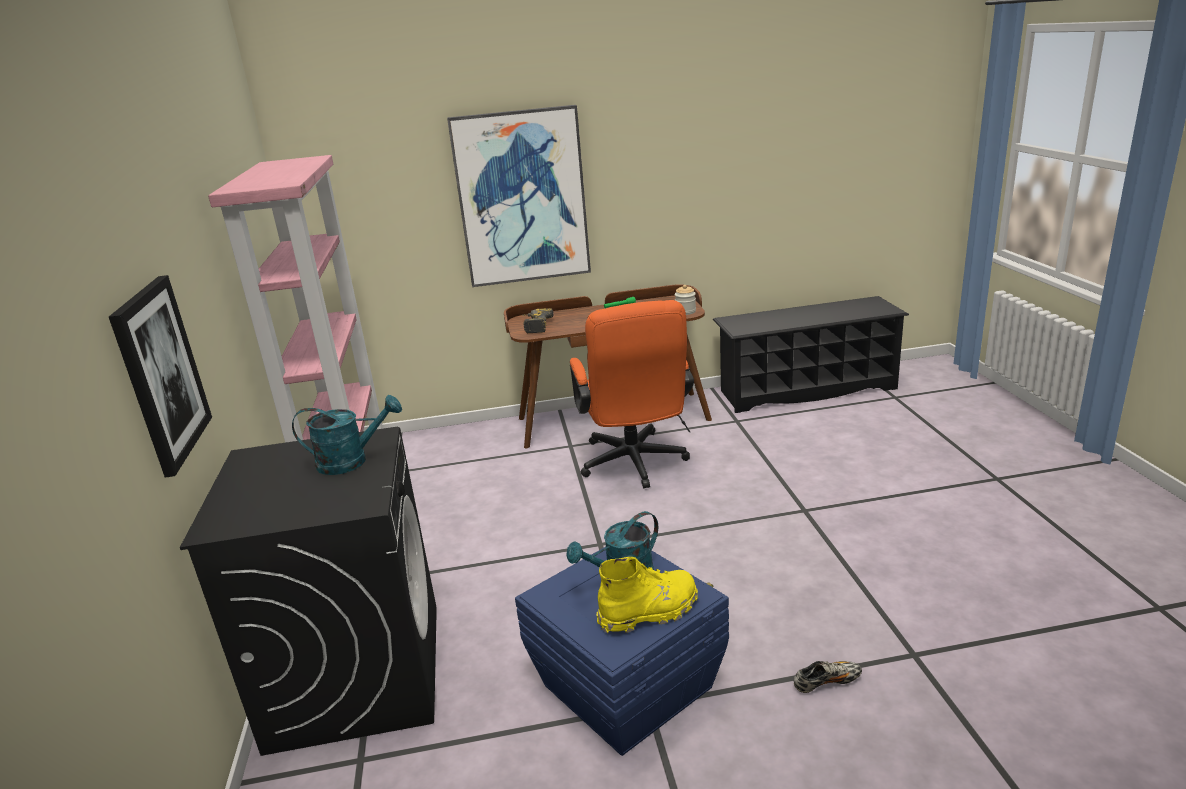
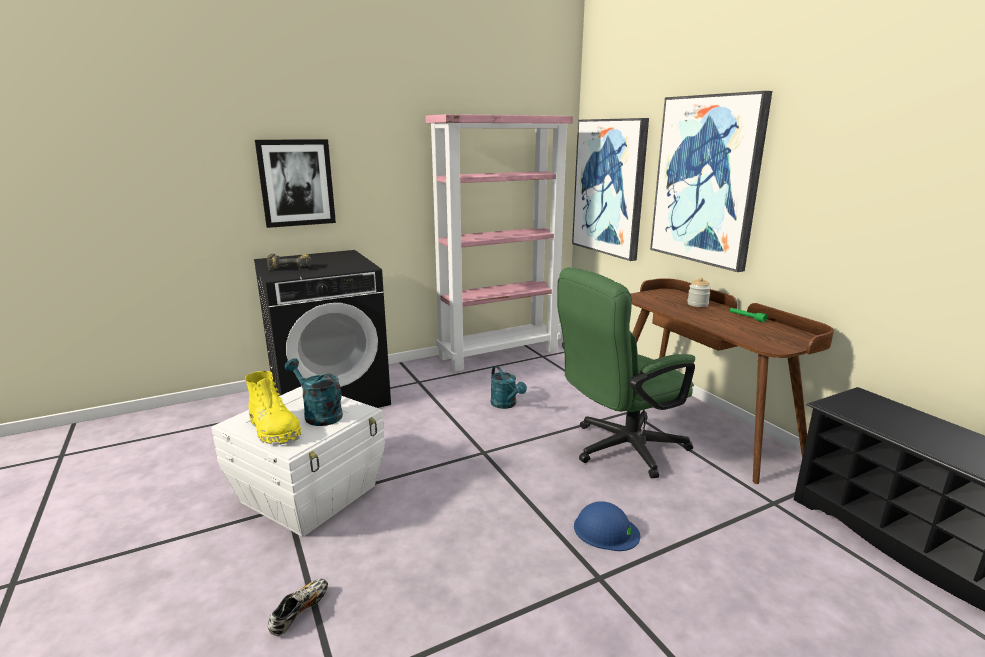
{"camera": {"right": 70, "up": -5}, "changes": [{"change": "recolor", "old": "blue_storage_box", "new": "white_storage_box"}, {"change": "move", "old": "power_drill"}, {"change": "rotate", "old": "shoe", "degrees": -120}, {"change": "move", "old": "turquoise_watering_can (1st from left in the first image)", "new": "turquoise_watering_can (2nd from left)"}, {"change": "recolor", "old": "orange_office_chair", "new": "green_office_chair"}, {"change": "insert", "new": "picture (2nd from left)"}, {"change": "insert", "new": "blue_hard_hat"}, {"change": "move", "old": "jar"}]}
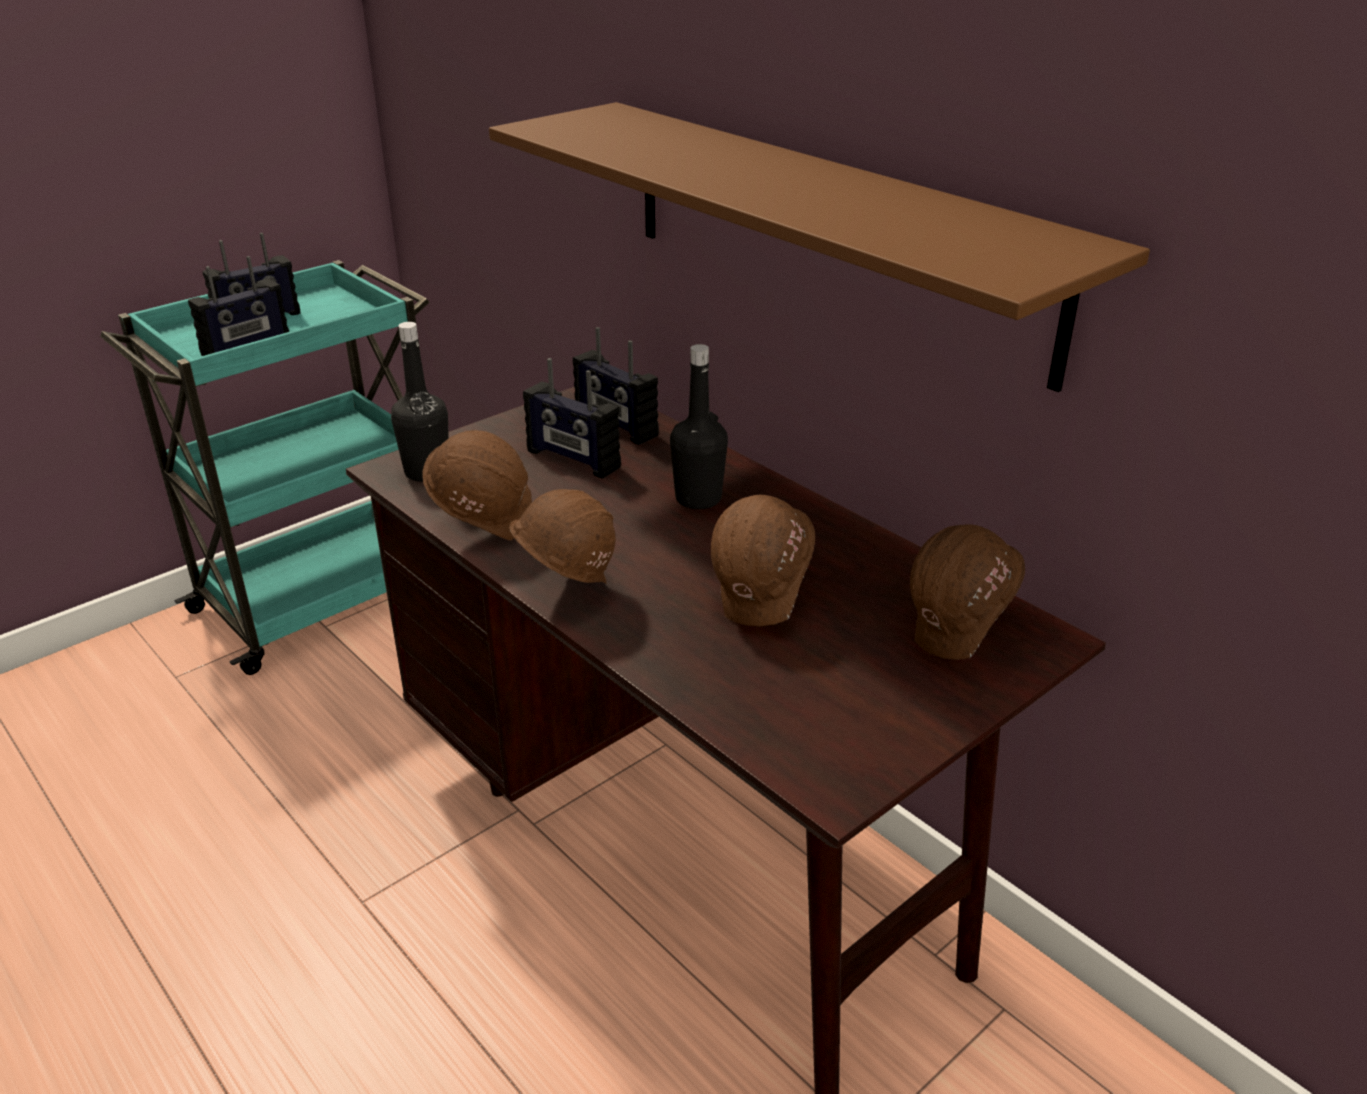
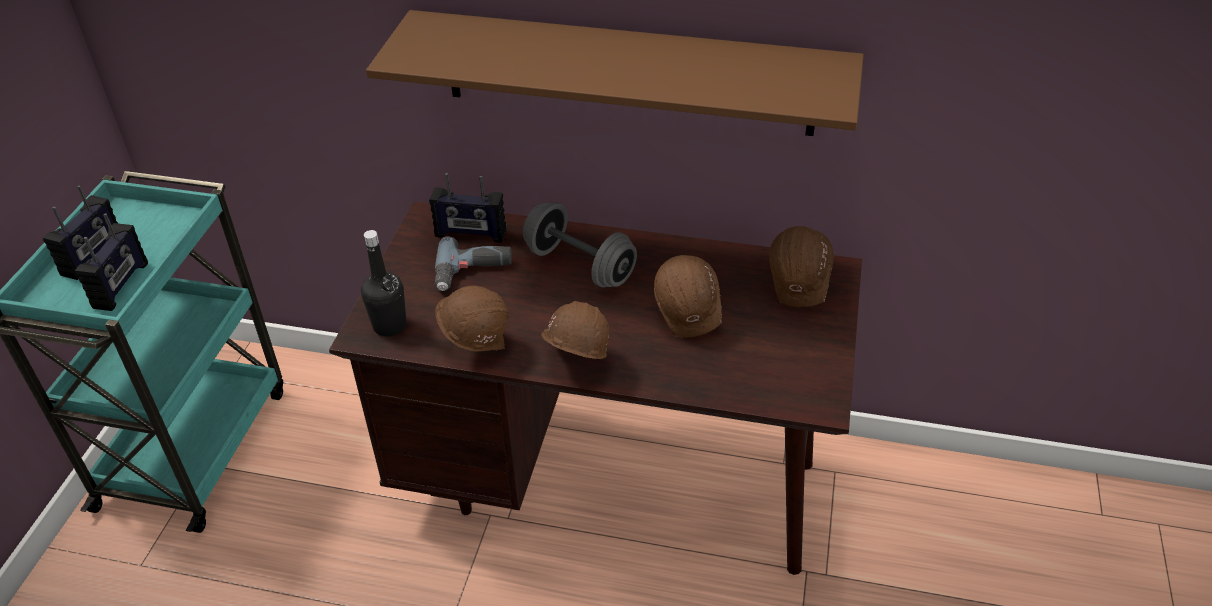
{"camera": {"right": -35, "up": 10}, "changes": [{"change": "replace", "old": "radio (3rd from left)", "new": "power_drill"}, {"change": "replace", "old": "black_bottle (2nd from left)", "new": "grey_dumbbell"}]}
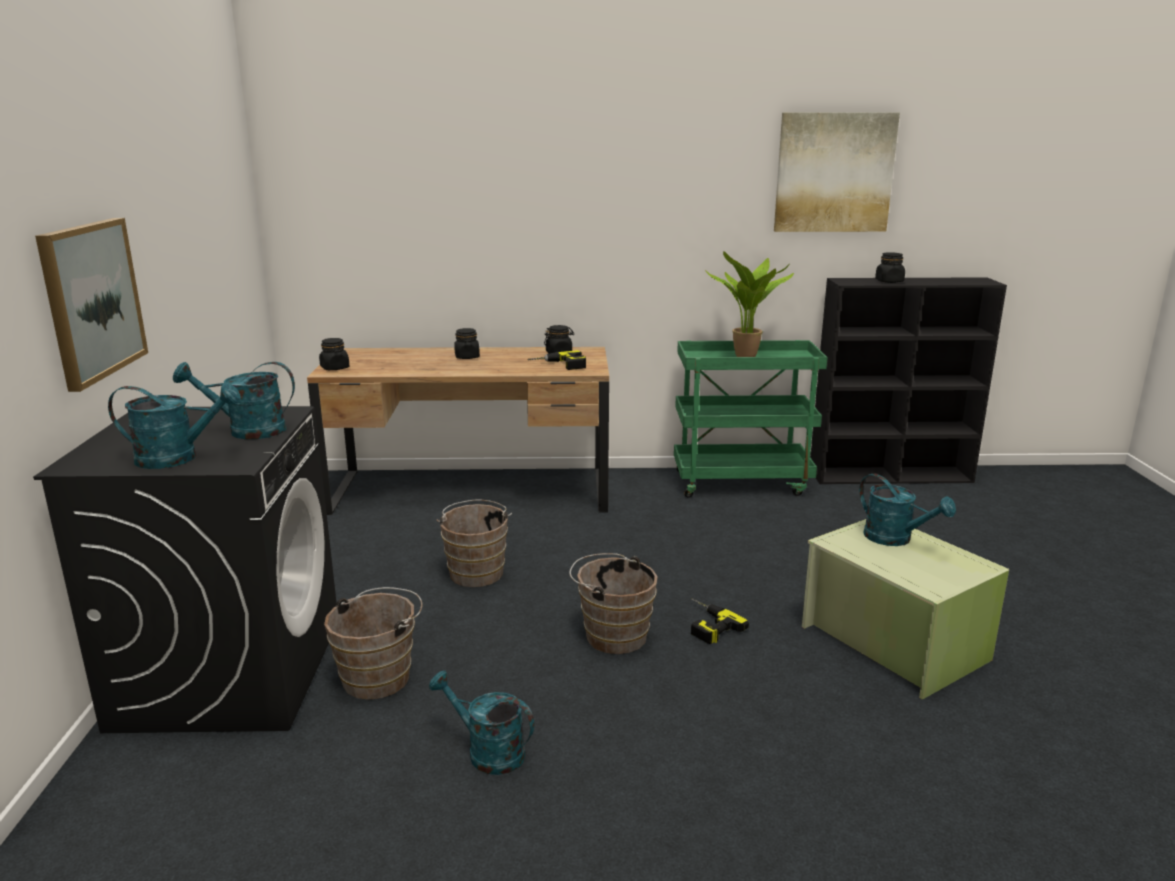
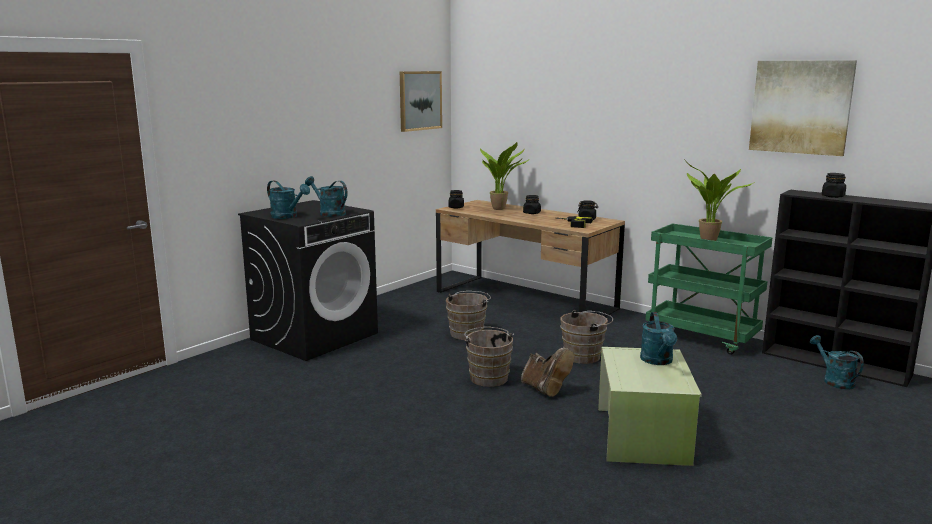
{"camera": {"right": 40, "up": -5}, "changes": [{"change": "move", "old": "picture (1st from left)"}, {"change": "insert", "new": "potted_plant (1st from left)"}, {"change": "replace", "old": "power_drill (2nd from left)", "new": "brown_boot"}, {"change": "move", "old": "brown_bucket (1st from left in the first image)", "new": "brown_bucket (3rd from left)"}, {"change": "move", "old": "turquoise_watering_can (3rd from left in the first image)", "new": "turquoise_watering_can (4th from left)"}]}
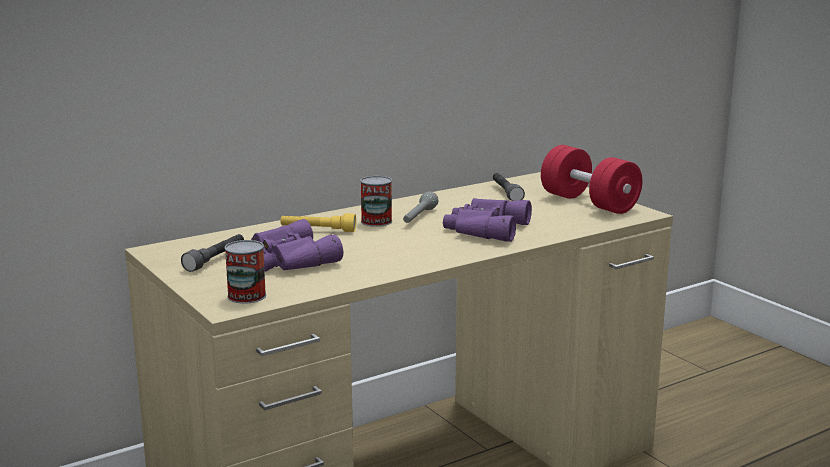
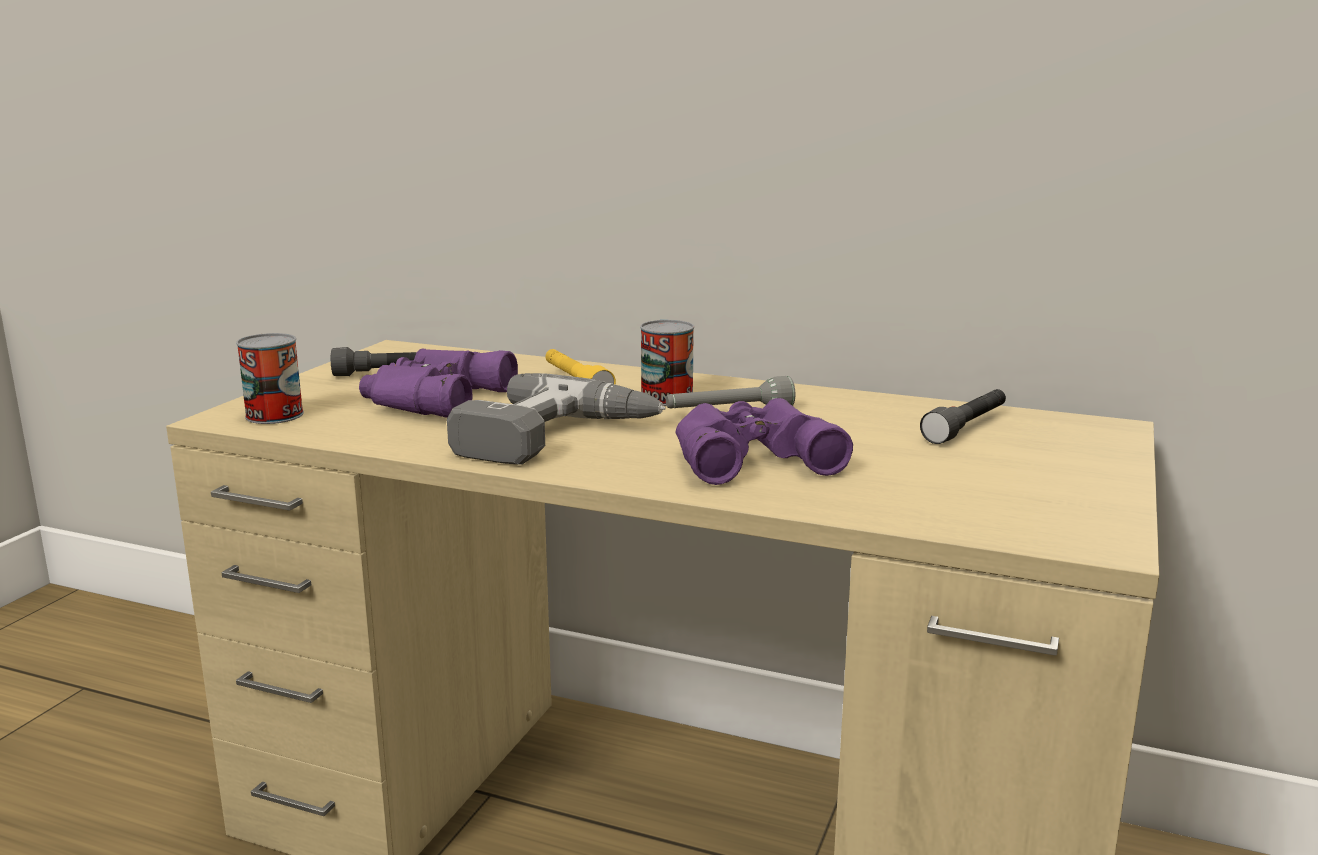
{"camera": {"right": 55, "up": 0}, "changes": [{"change": "insert", "new": "power_drill"}, {"change": "delete", "old": "red_dumbbell"}]}
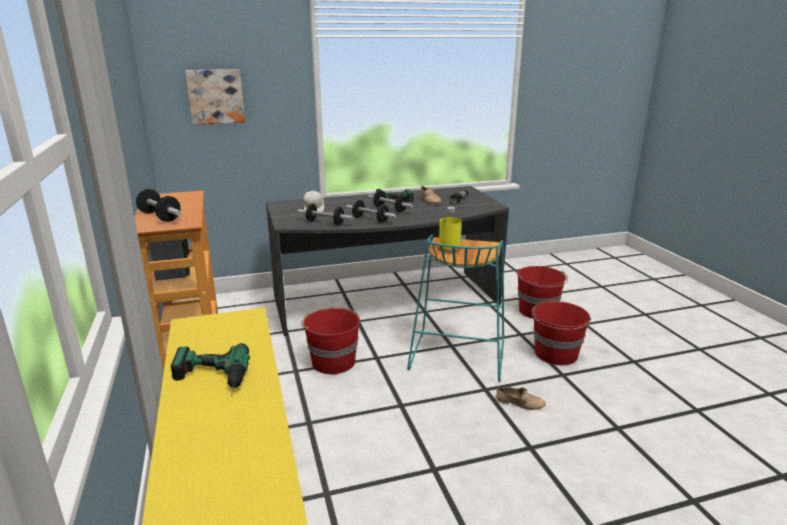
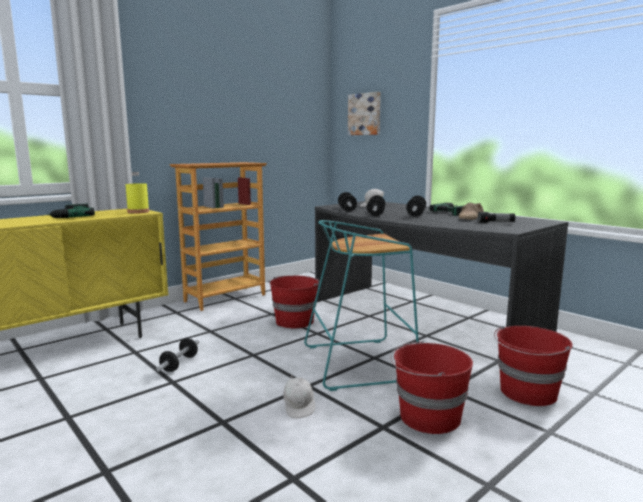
{"camera": {"right": 65, "up": -10}, "changes": [{"change": "move", "old": "yellow_bottle"}, {"change": "move", "old": "dumbbell (1st from left)"}, {"change": "replace", "old": "beige_shoe (2nd from left)", "new": "white_cap (1st from left)"}]}
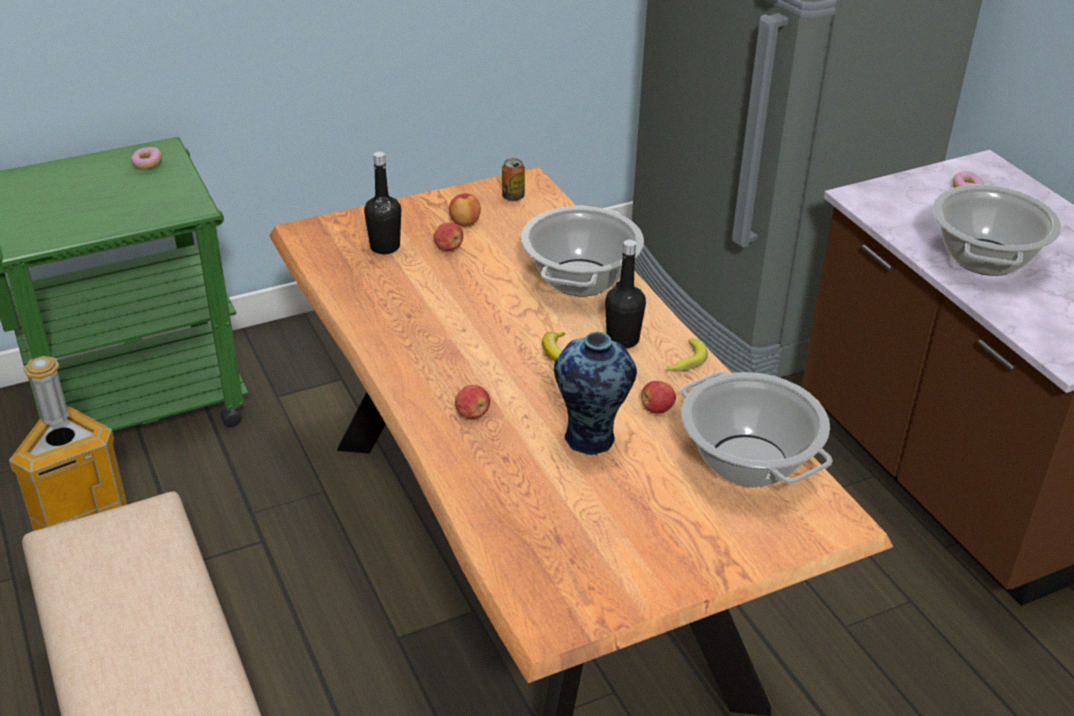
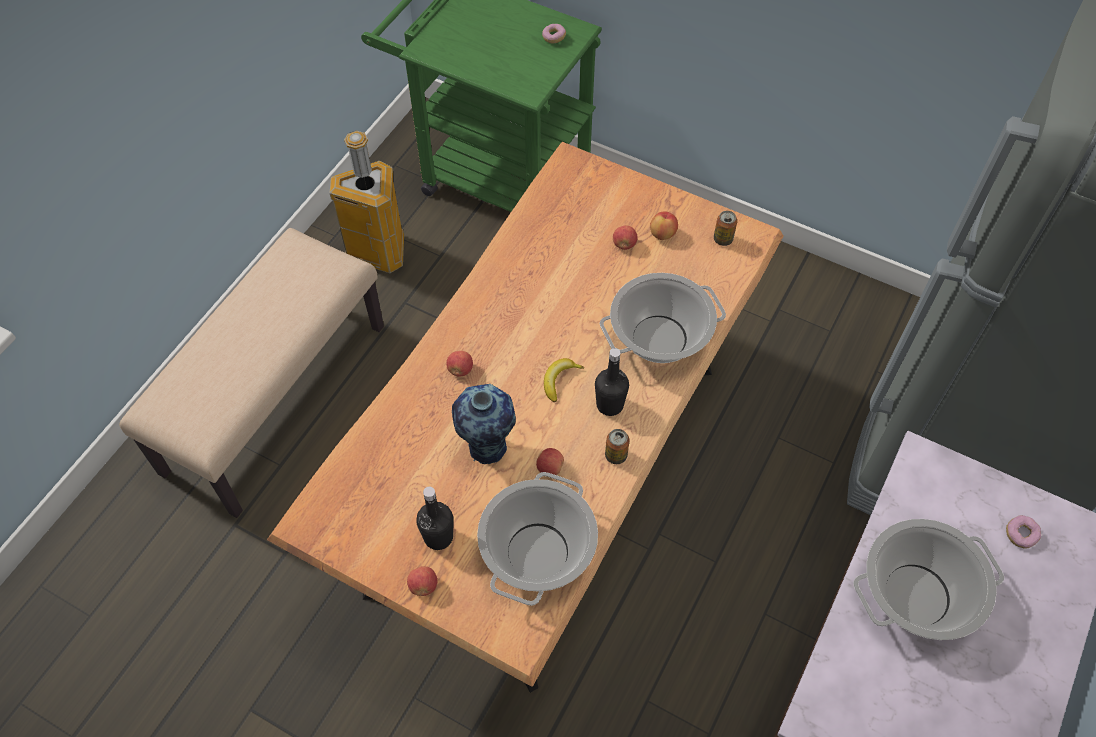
{"camera": {"right": 55, "up": 20}, "changes": [{"change": "insert", "new": "apple (1st from left)"}, {"change": "move", "old": "black_bottle (1st from left)"}, {"change": "replace", "old": "banana (2nd from left)", "new": "can (1st from left)"}]}
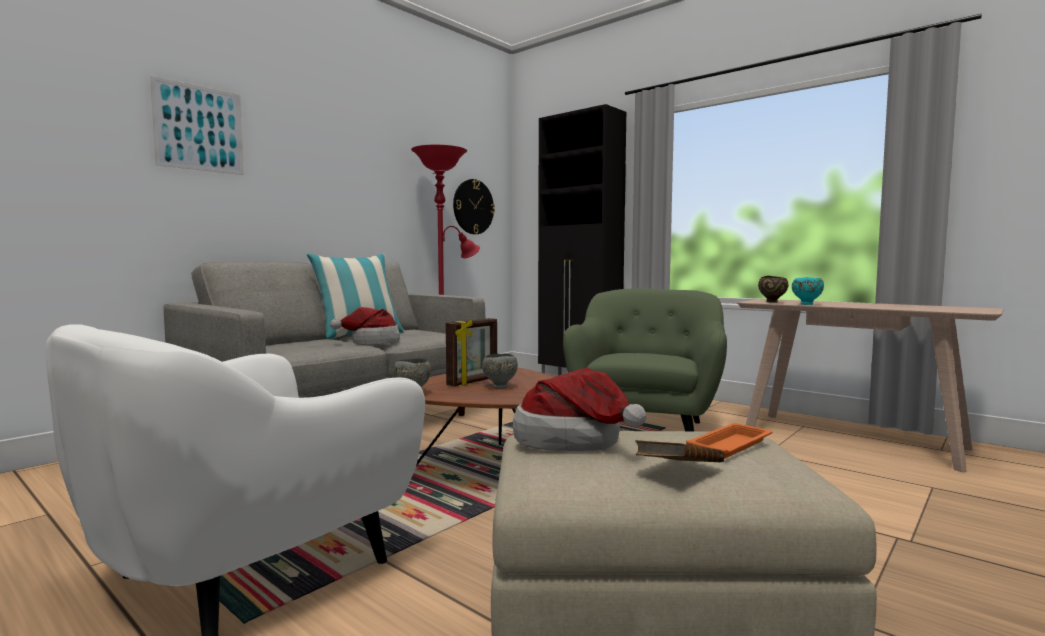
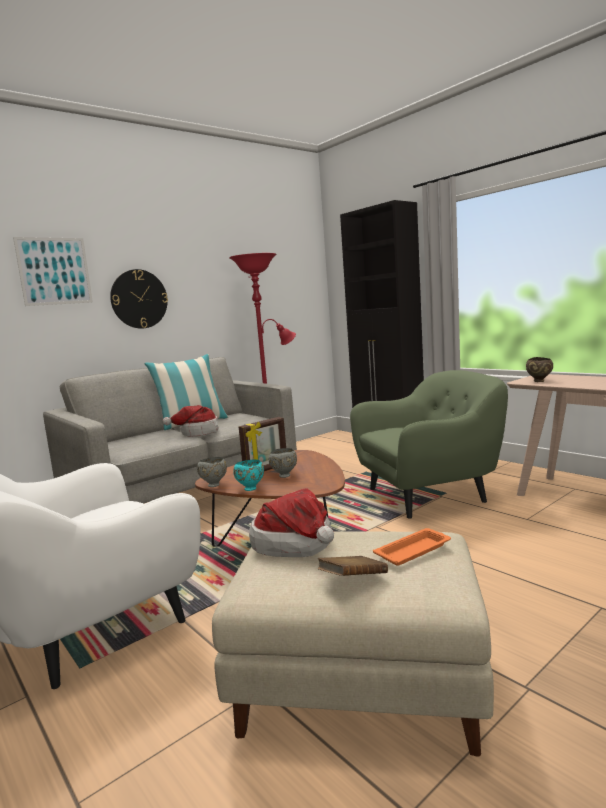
{"camera": {"right": 10, "up": 5}, "changes": [{"change": "move", "old": "wall_clock"}, {"change": "move", "old": "turquoise_bowl"}, {"change": "rotate", "old": "green_armchair", "degrees": 45}]}
